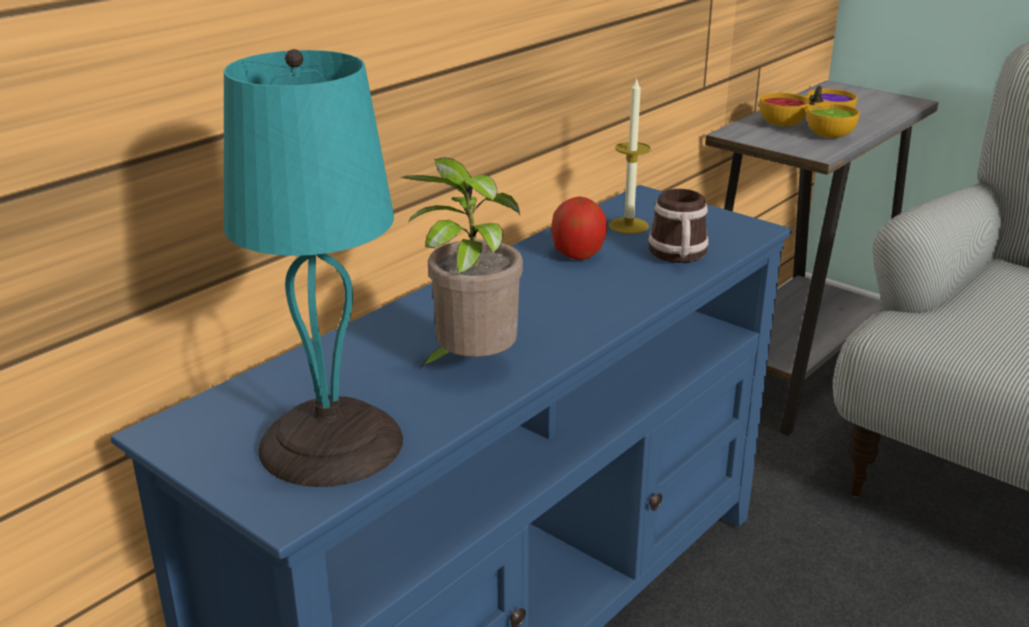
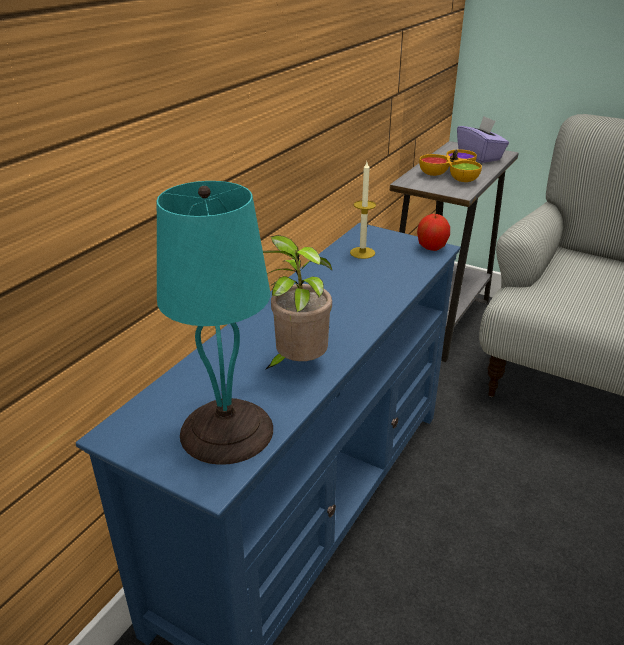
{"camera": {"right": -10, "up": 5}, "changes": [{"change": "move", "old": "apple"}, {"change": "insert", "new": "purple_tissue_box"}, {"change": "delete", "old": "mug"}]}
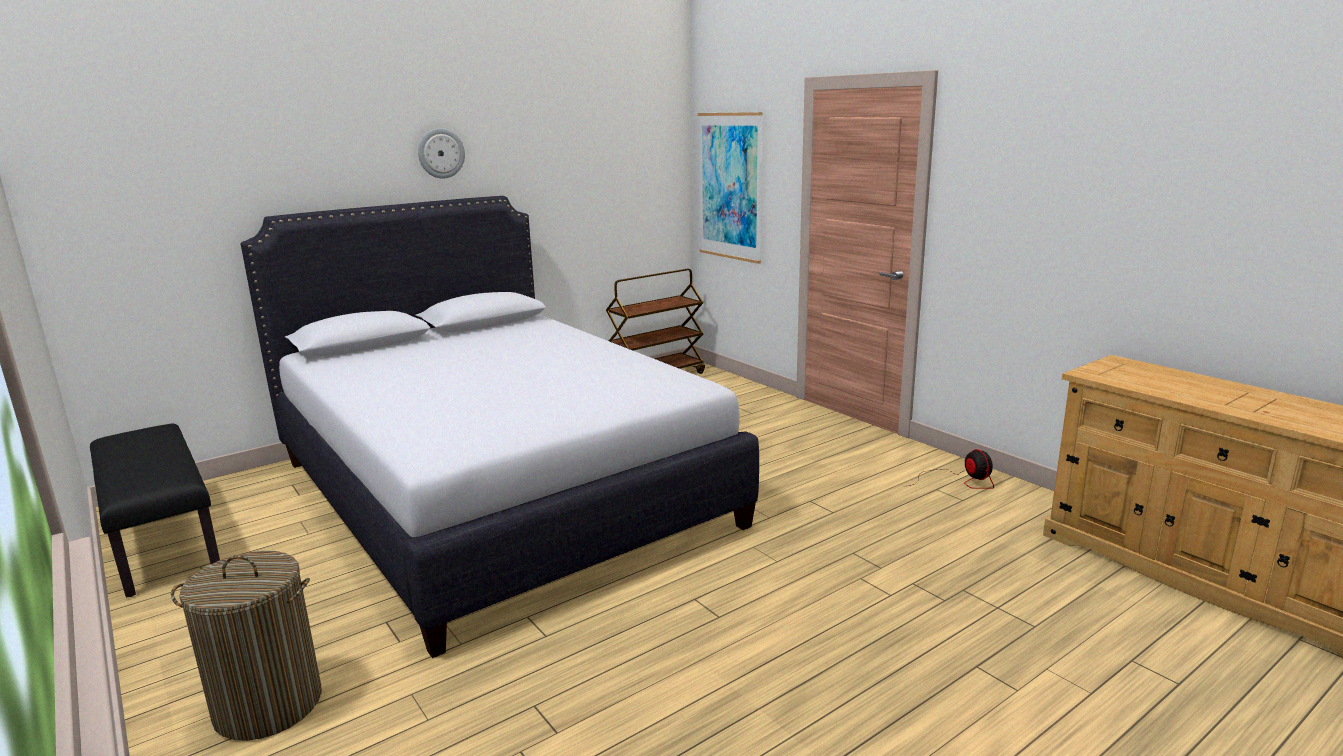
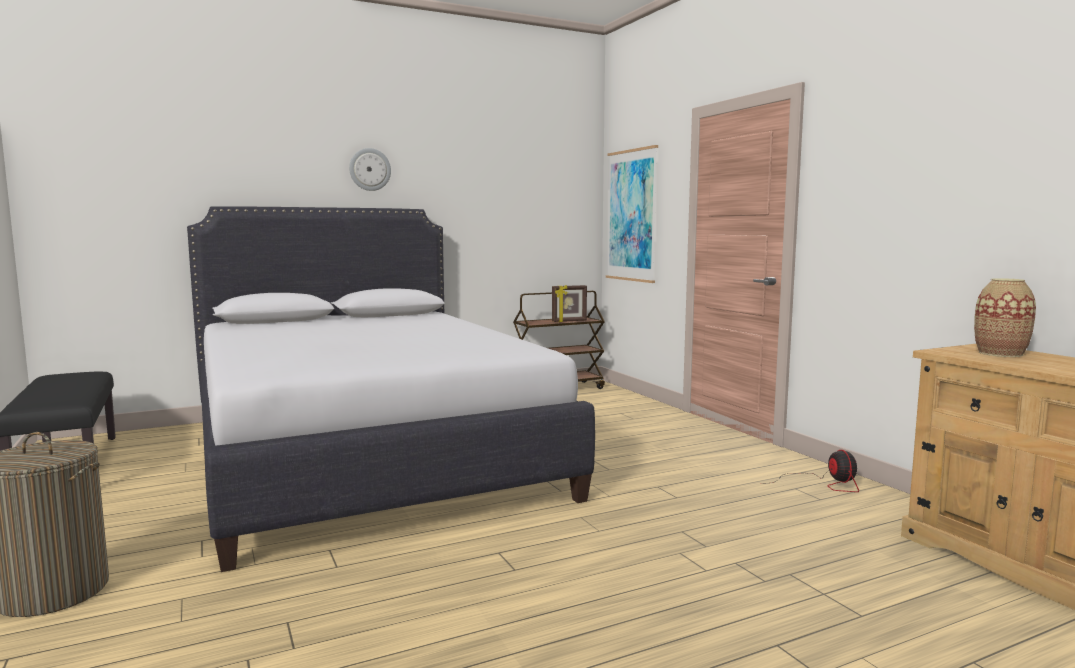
{"camera": {"right": 10, "up": -10}, "changes": [{"change": "insert", "new": "picture_frame"}, {"change": "insert", "new": "vase"}]}
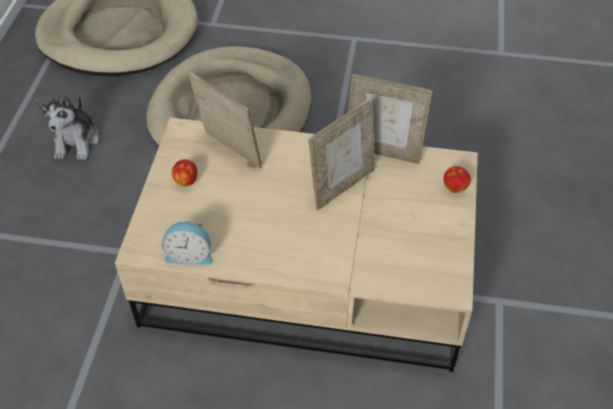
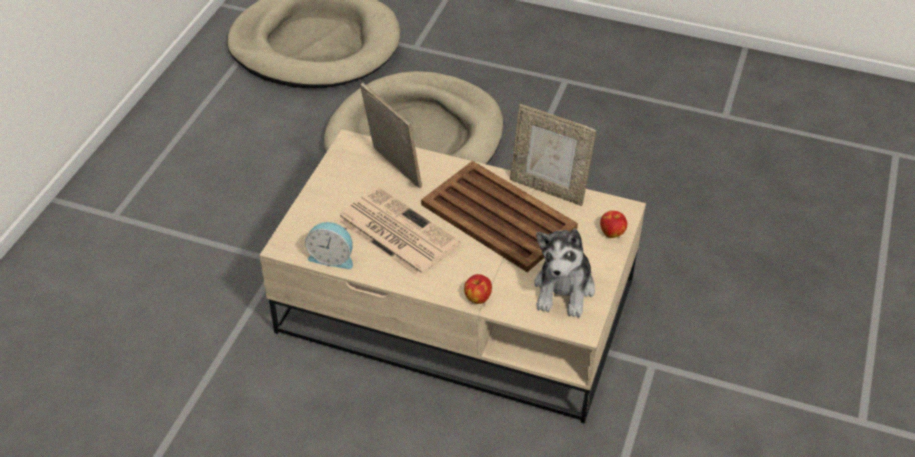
{"camera": {"right": 10, "up": -5}, "changes": [{"change": "insert", "new": "newspaper"}, {"change": "replace", "old": "picture_frame (2nd from left)", "new": "brown_tray"}, {"change": "move", "old": "apple (1st from left)"}, {"change": "move", "old": "plush_toy"}]}
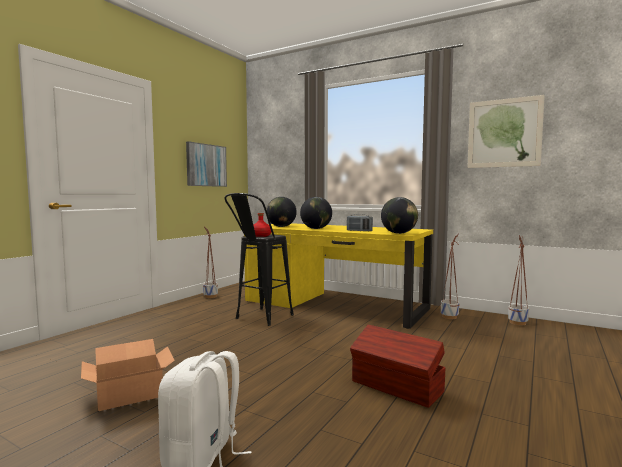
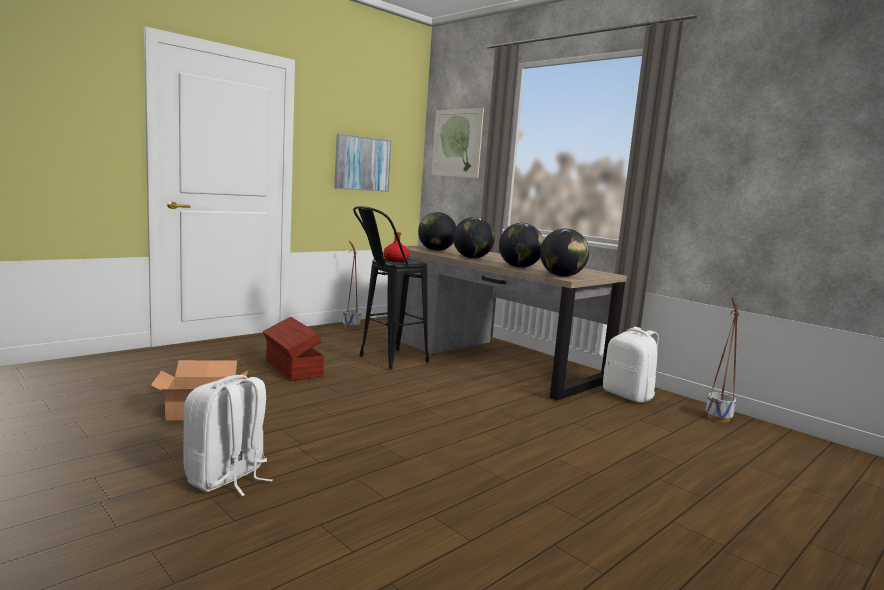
{"camera": {"right": 15, "up": 5}, "changes": [{"change": "move", "old": "brown_storage_box"}, {"change": "recolor", "old": "yellow_desk", "new": "brown_desk"}, {"change": "move", "old": "picture (2nd from left)"}, {"change": "replace", "old": "radio", "new": "globe (3rd from left)"}, {"change": "replace", "old": "planter (2nd from left)", "new": "white_backpack (2nd from left)"}]}
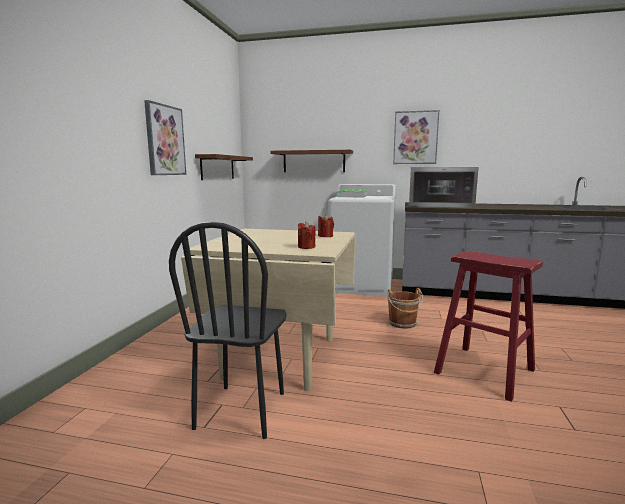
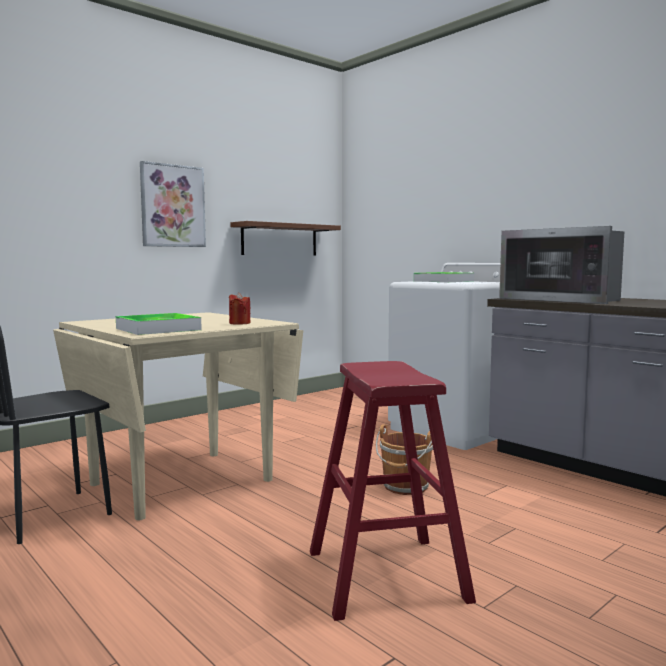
{"camera": {"right": 35, "up": -5}, "changes": [{"change": "replace", "old": "red_candle (1st from left)", "new": "tray (1st from left)"}, {"change": "delete", "old": "brown_shelf (2nd from left)"}, {"change": "delete", "old": "picture (2nd from left)"}]}
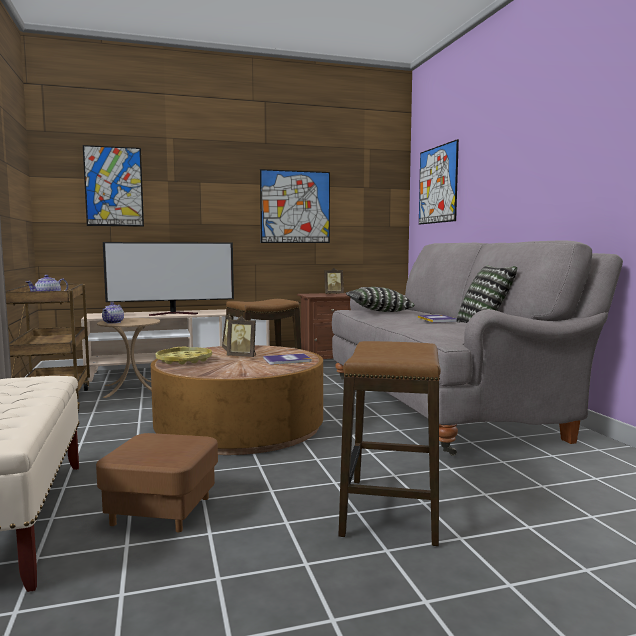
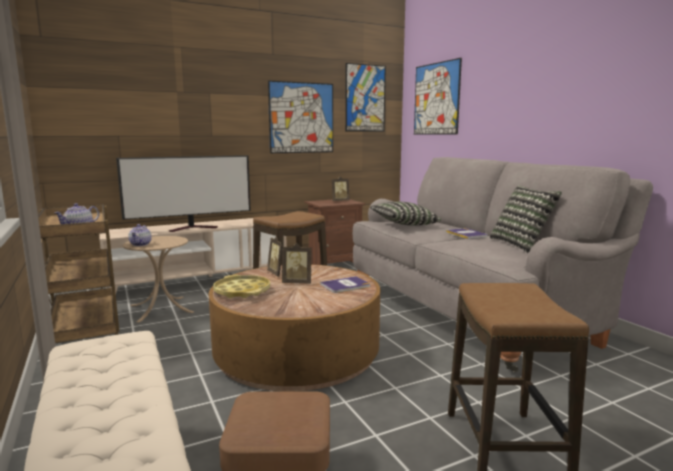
{"camera": {"right": -10, "up": 5}, "changes": [{"change": "move", "old": "picture (1st from left in the first image)", "new": "picture (2nd from left)"}]}
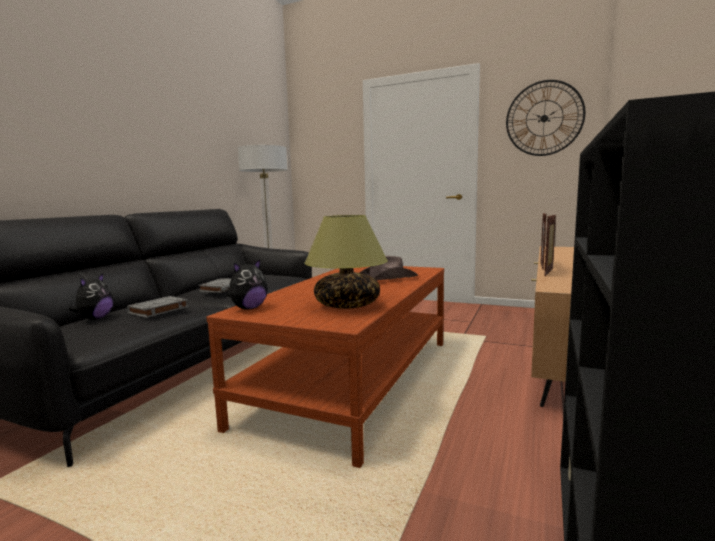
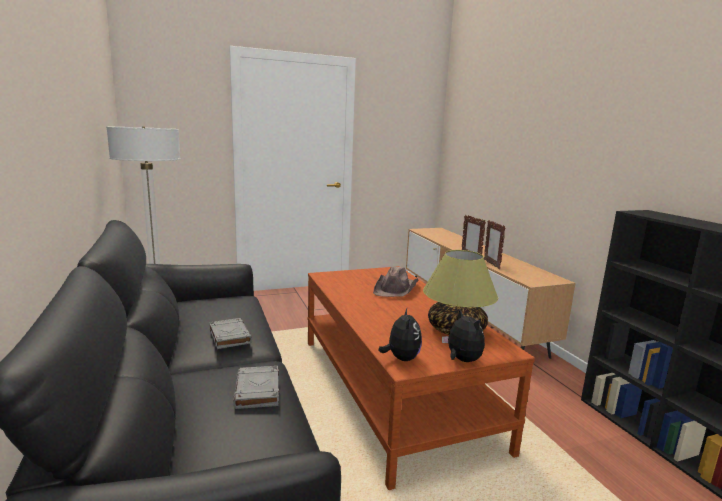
{"camera": {"right": -45, "up": 5}, "changes": [{"change": "move", "old": "plush_toy (1st from left in the first image)", "new": "plush_toy (2nd from left)"}, {"change": "delete", "old": "wall_clock"}]}
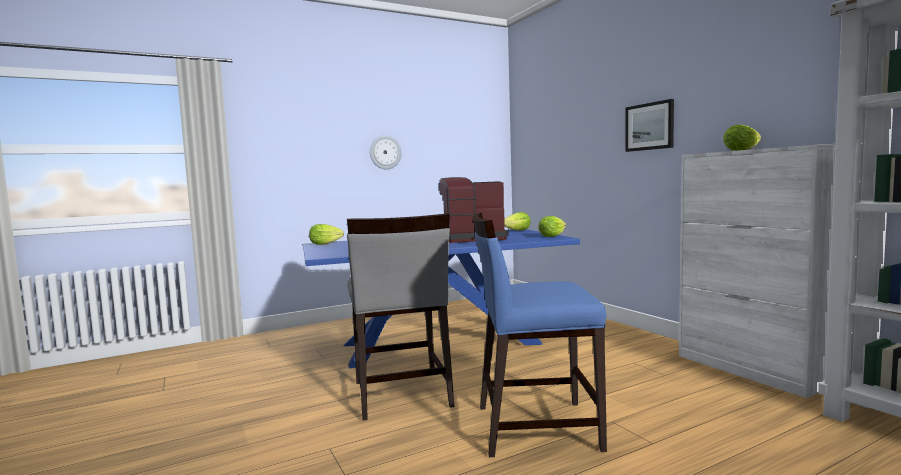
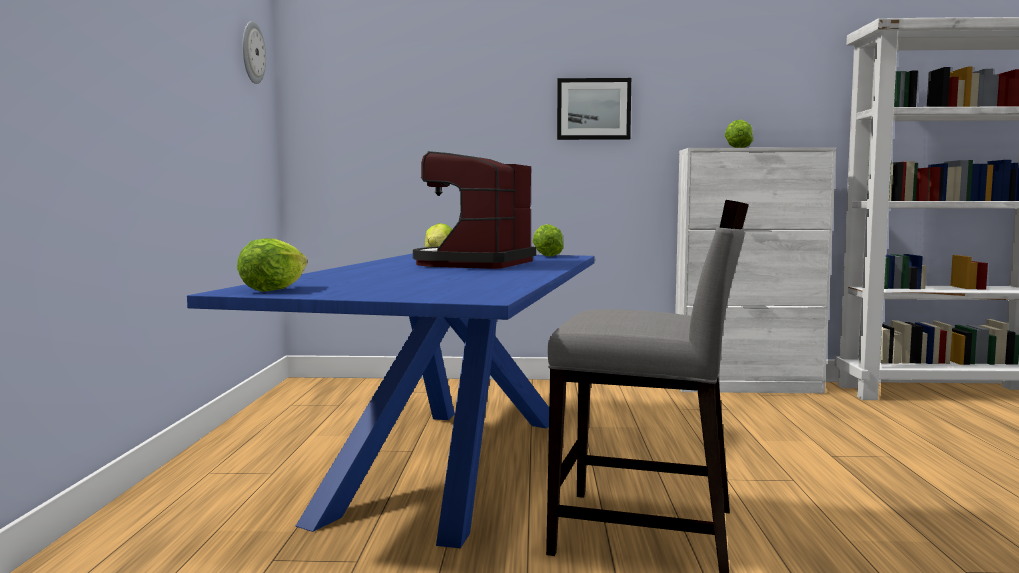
{"camera": {"right": -60, "up": 0}, "changes": [{"change": "move", "old": "wall_clock"}, {"change": "delete", "old": "blue_chair"}]}
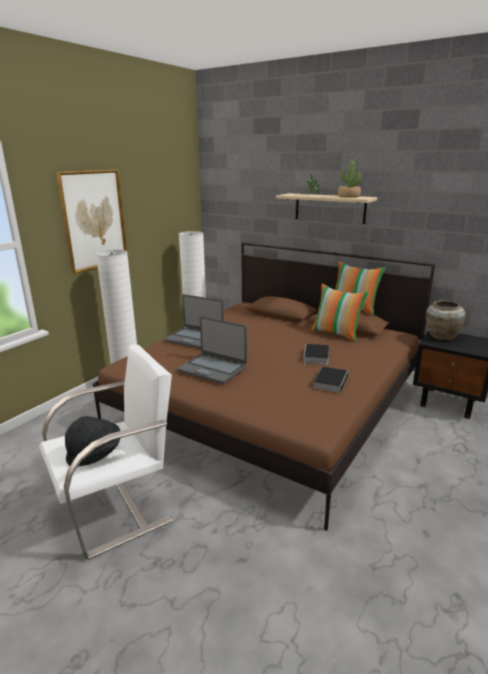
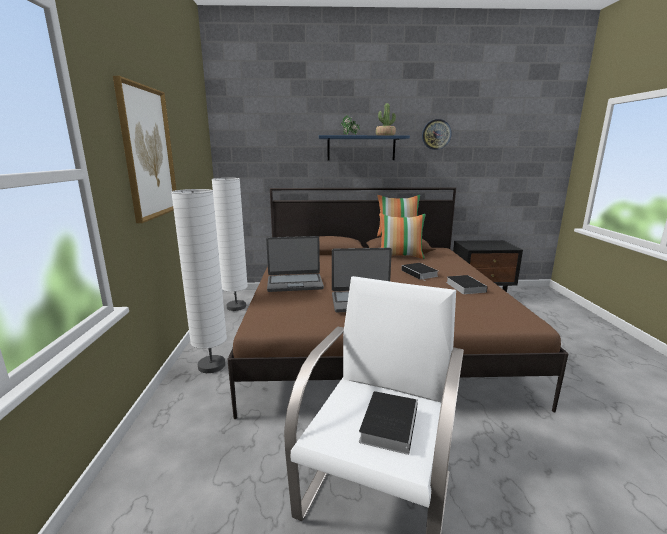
{"camera": {"right": -35, "up": -5}, "changes": [{"change": "recolor", "old": "beige_shelf", "new": "blue_shelf"}, {"change": "replace", "old": "black_hat", "new": "book (1st from left)"}, {"change": "insert", "new": "wall_clock"}, {"change": "delete", "old": "beige_vase"}]}
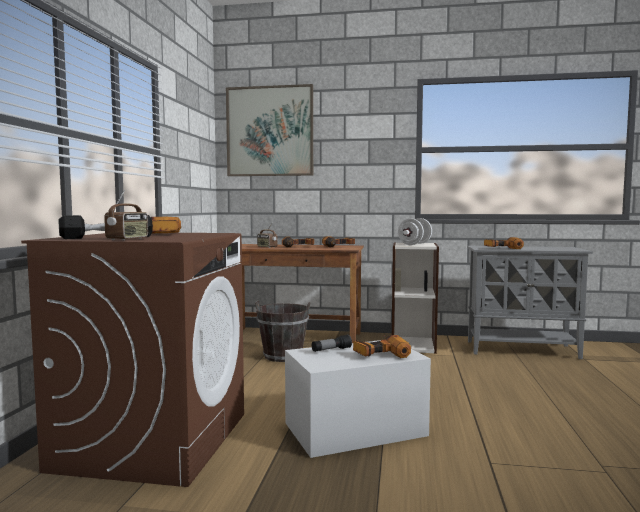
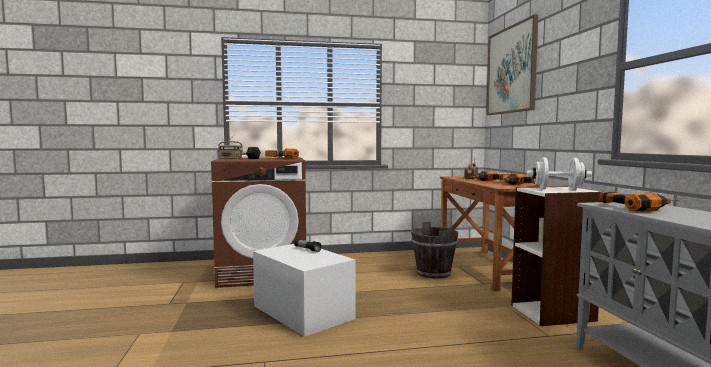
{"camera": {"right": 70, "up": 0}, "changes": [{"change": "delete", "old": "power_drill (4th from left)"}]}
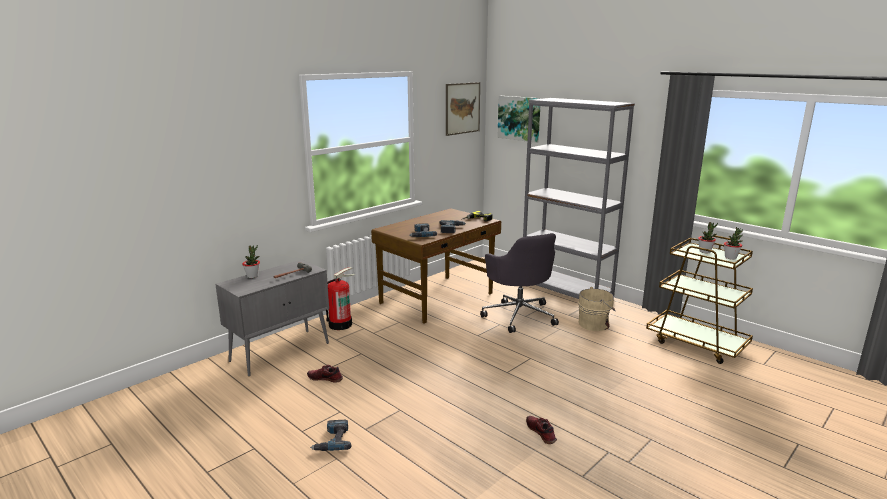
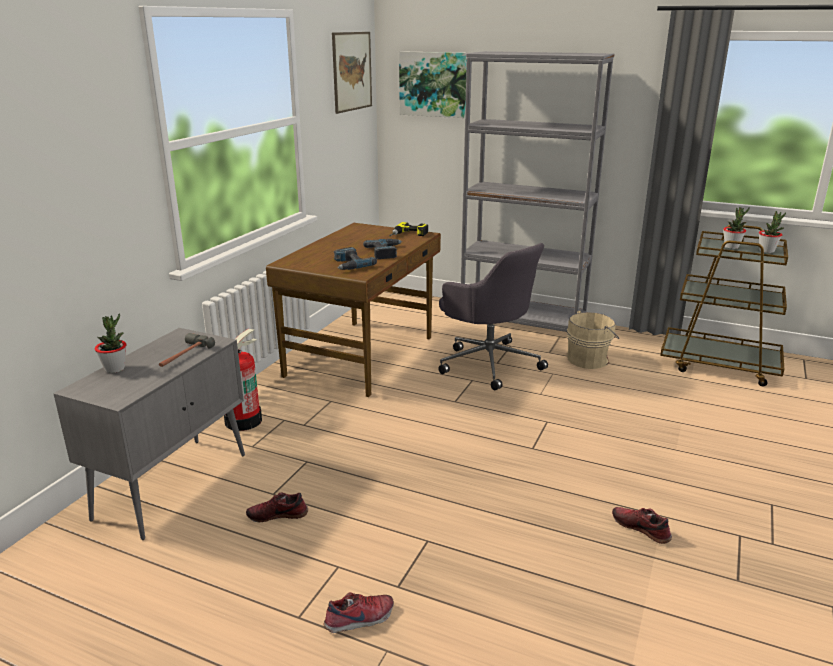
{"camera": {"right": -20, "up": 5}, "changes": [{"change": "replace", "old": "power_drill (1st from left)", "new": "shoe (2nd from left)"}]}
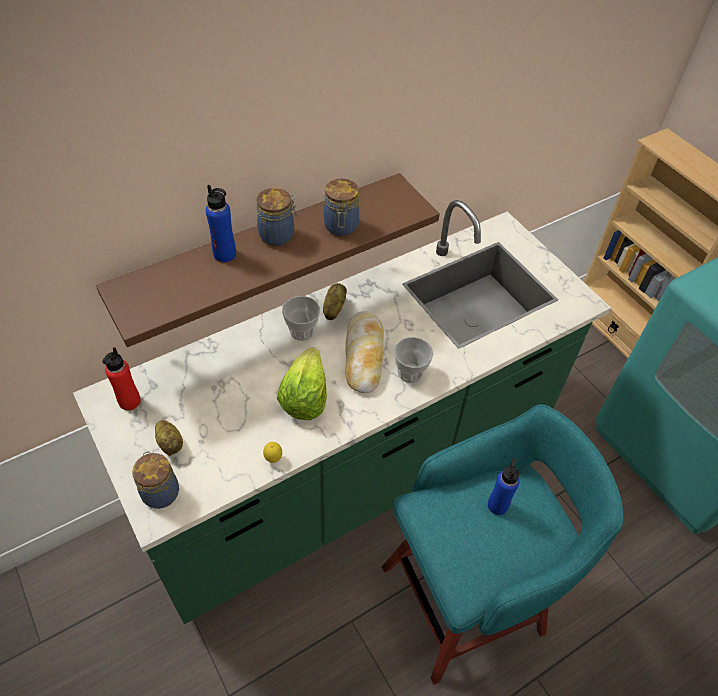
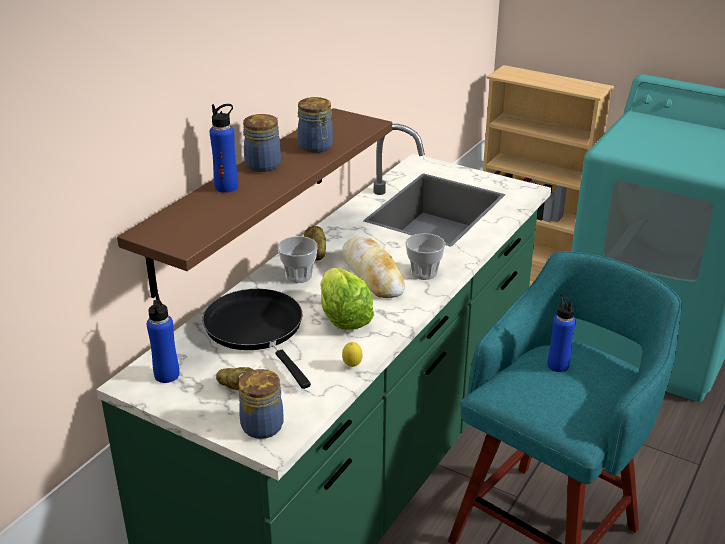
{"camera": {"right": -25, "up": -20}, "changes": [{"change": "recolor", "old": "red_bottle", "new": "blue_bottle (1st from left)"}, {"change": "insert", "new": "black_frying_pan"}]}
